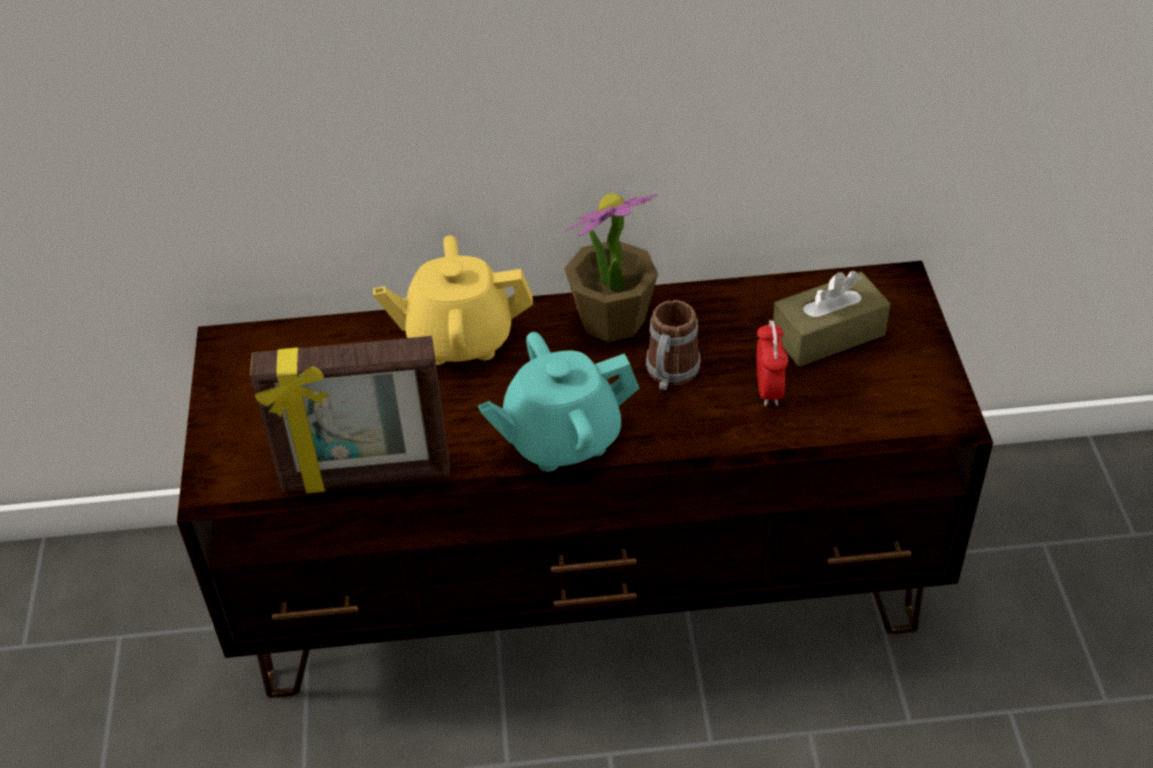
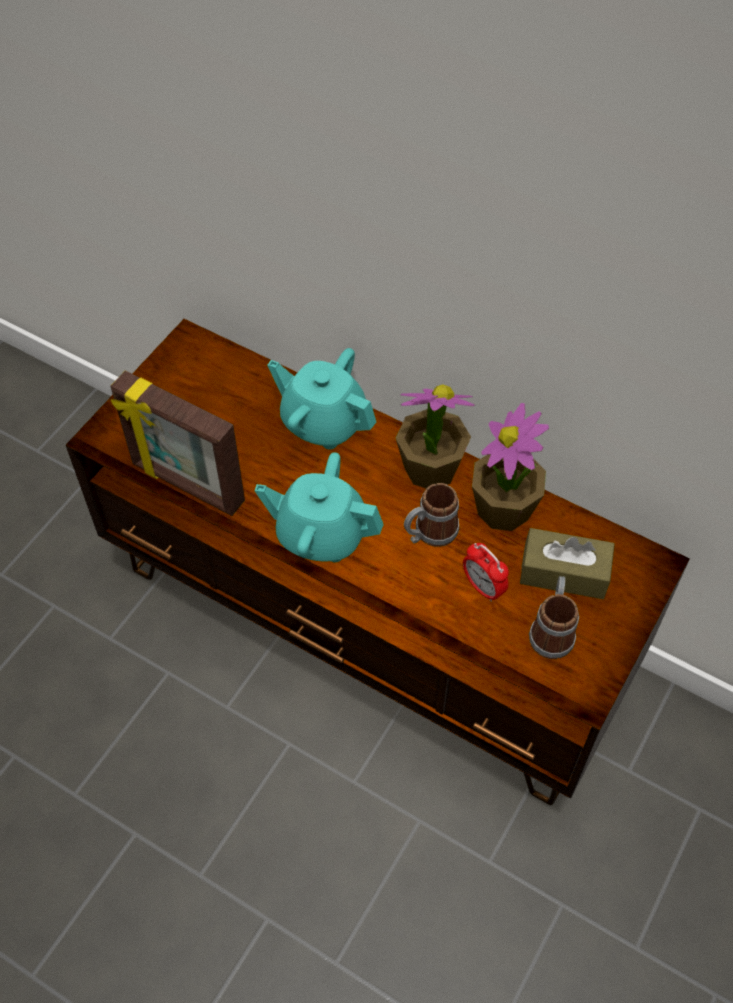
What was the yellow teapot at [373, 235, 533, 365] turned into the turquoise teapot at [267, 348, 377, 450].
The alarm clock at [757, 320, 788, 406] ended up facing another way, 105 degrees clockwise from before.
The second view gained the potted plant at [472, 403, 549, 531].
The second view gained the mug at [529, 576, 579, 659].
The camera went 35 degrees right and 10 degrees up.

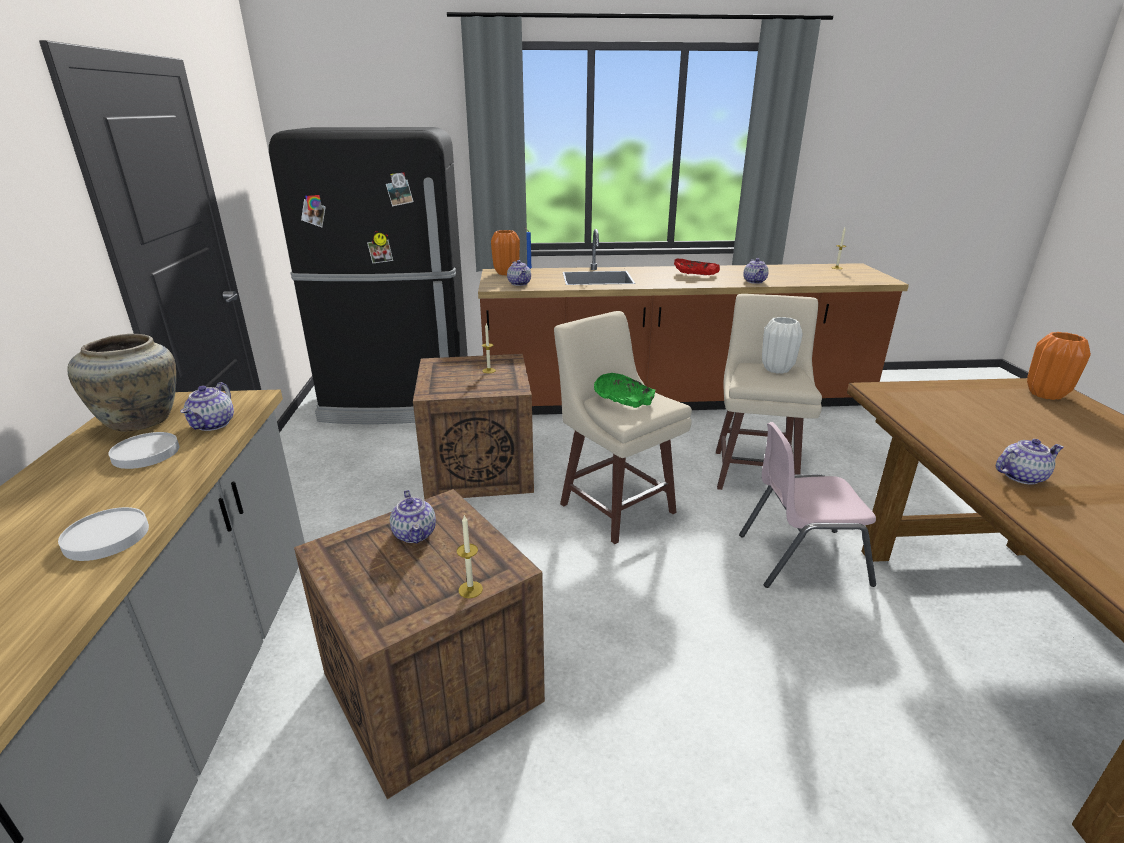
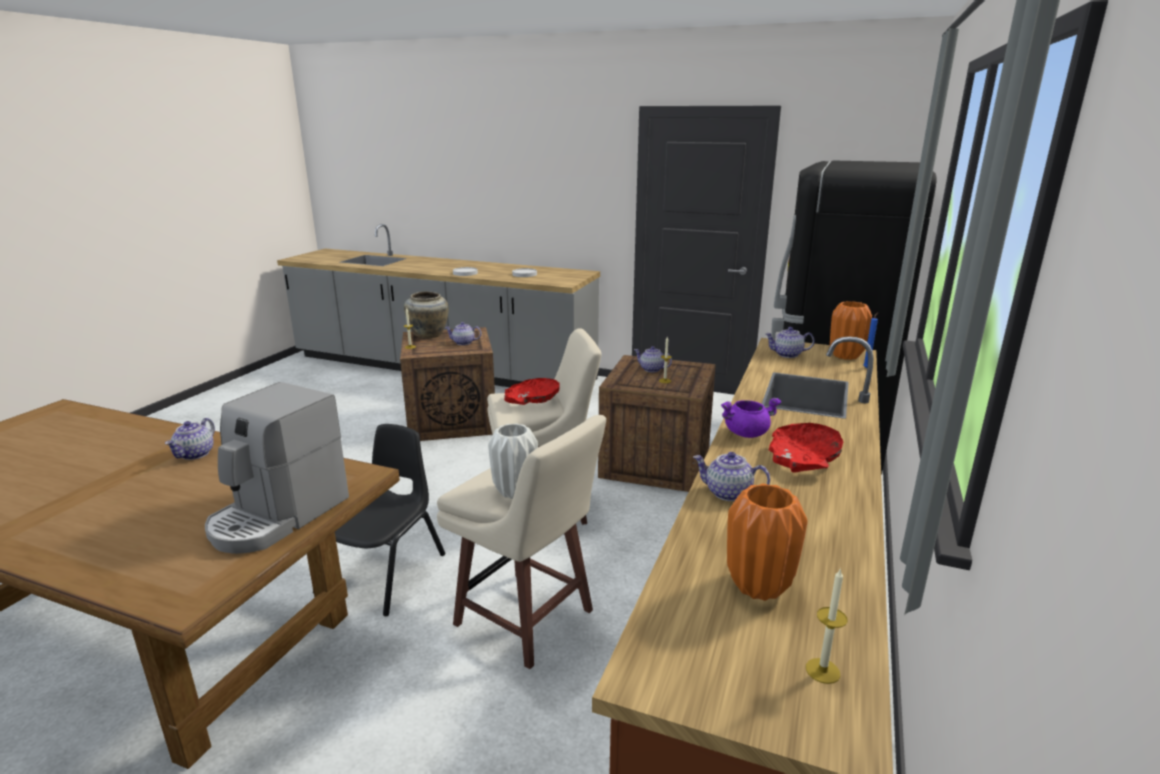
The second view gained the coffee machine at [205, 382, 349, 554].
What was the pink chair at [739, 422, 876, 588] turned into the black chair at [313, 424, 445, 616].
The beige vase ended up elsewhere, having gone from [67, 334, 176, 431] to [404, 291, 449, 339].
What was the green bowl at [594, 373, 655, 408] turned into the red bowl at [504, 378, 560, 405].
The teapot ended up elsewhere, having gone from [181, 382, 234, 431] to [634, 346, 672, 372].
The second view gained the purple cooking pot at [721, 398, 781, 438].
The orange vase ended up elsewhere, having gone from [1027, 332, 1091, 400] to [727, 483, 808, 601].
The camera went 115 degrees right and 5 degrees down.

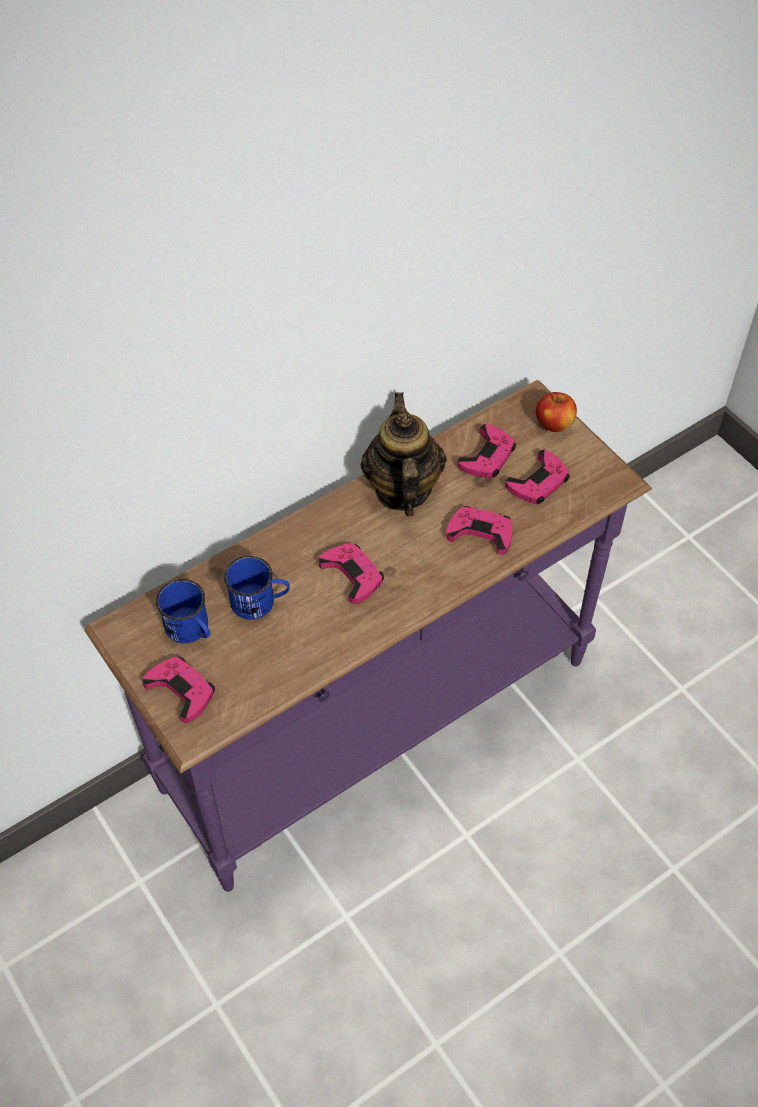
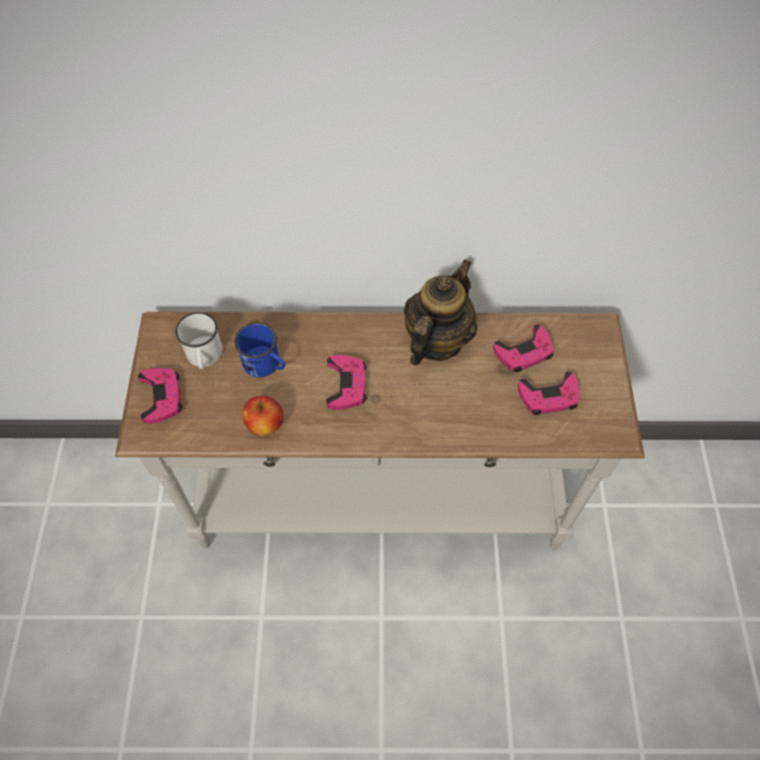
What was the purple console table at [84, 380, 652, 892] turned into the white console table at [115, 312, 645, 550].
What was the blue mug at [156, 579, 210, 643] turned into the white mug at [175, 312, 223, 369].
The apple ended up elsewhere, having gone from [536, 392, 577, 432] to [243, 396, 283, 436].
The second view lost the pink game controller at [446, 506, 512, 555].
The camera went 35 degrees right and 5 degrees up.

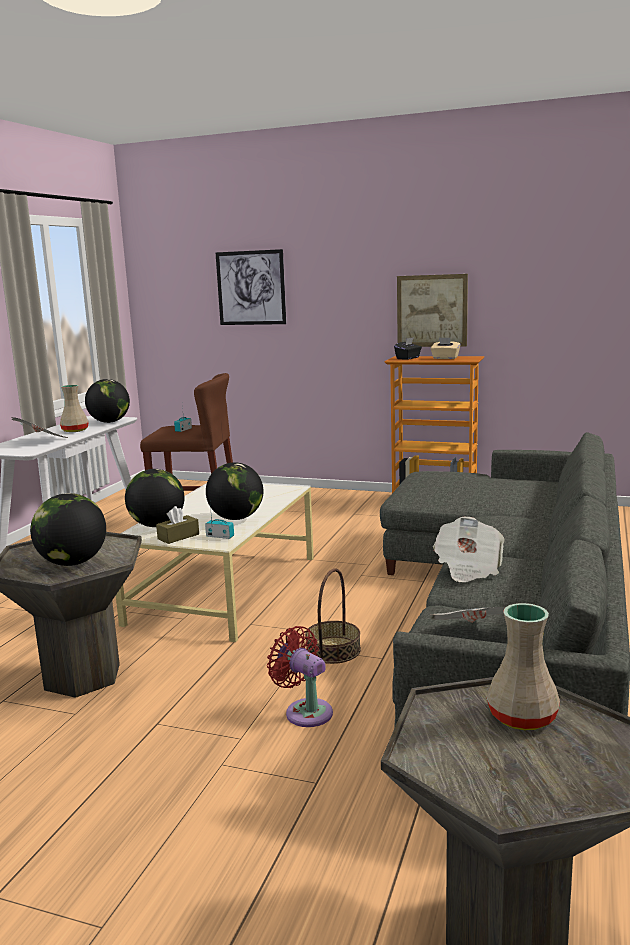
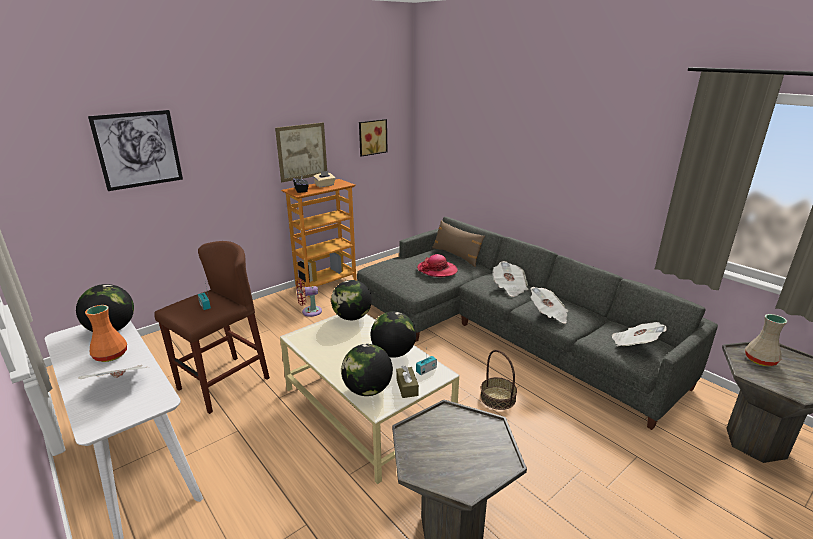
What was the beige vase at [60, 385, 89, 432] turned into the orange vase at [85, 305, 127, 362].
The red fan ended up elsewhere, having gone from [267, 626, 333, 727] to [296, 279, 322, 317].
The globe ended up elsewhere, having gone from [30, 493, 106, 566] to [331, 280, 372, 320].
The second view gained the picture at [359, 119, 388, 157].
The second view gained the hat at [417, 254, 458, 278].
The second view gained the brown pillow at [432, 220, 485, 267].
The second view gained the newspaper at [493, 261, 528, 297].
The camera went 60 degrees left and 10 degrees up.

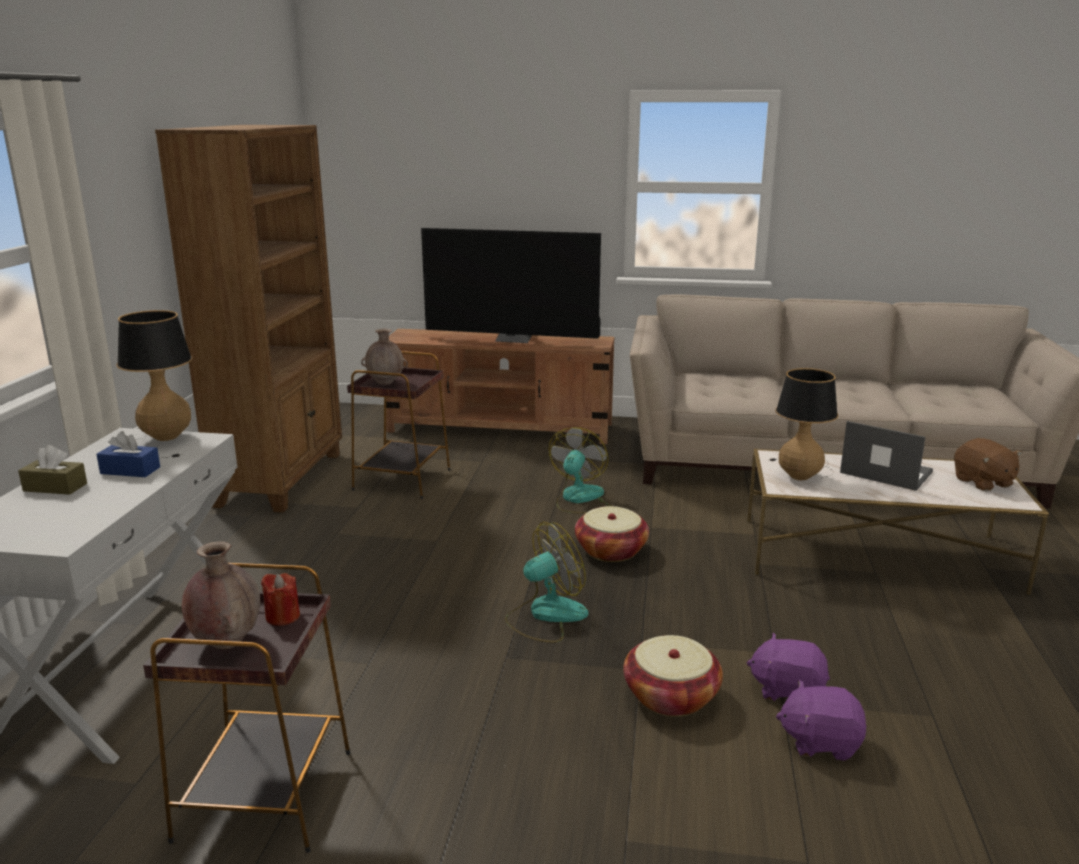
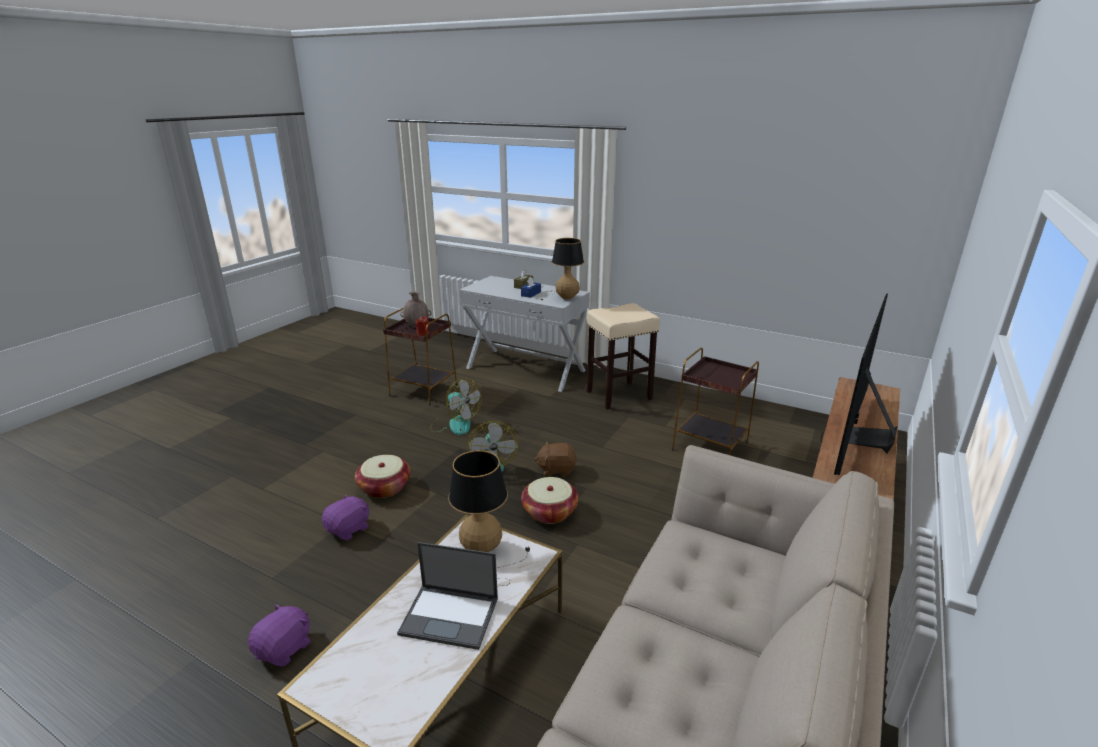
The purple plush toy ended up elsewhere, having gone from [776, 680, 867, 761] to [248, 604, 310, 666].
The laptop at [840, 421, 933, 491] ended up facing another way, 45 degrees clockwise from before.
The fan ended up elsewhere, having gone from [549, 427, 611, 514] to [430, 378, 482, 435].
The brown plush toy ended up elsewhere, having gone from [954, 438, 1022, 491] to [534, 442, 577, 477].
The second view gained the beige stool at [587, 303, 660, 409].
The second view lost the brown bookcase at [155, 125, 342, 513].
The second view lost the brown vase at [361, 329, 408, 385].
The camera went 110 degrees right and 5 degrees up.

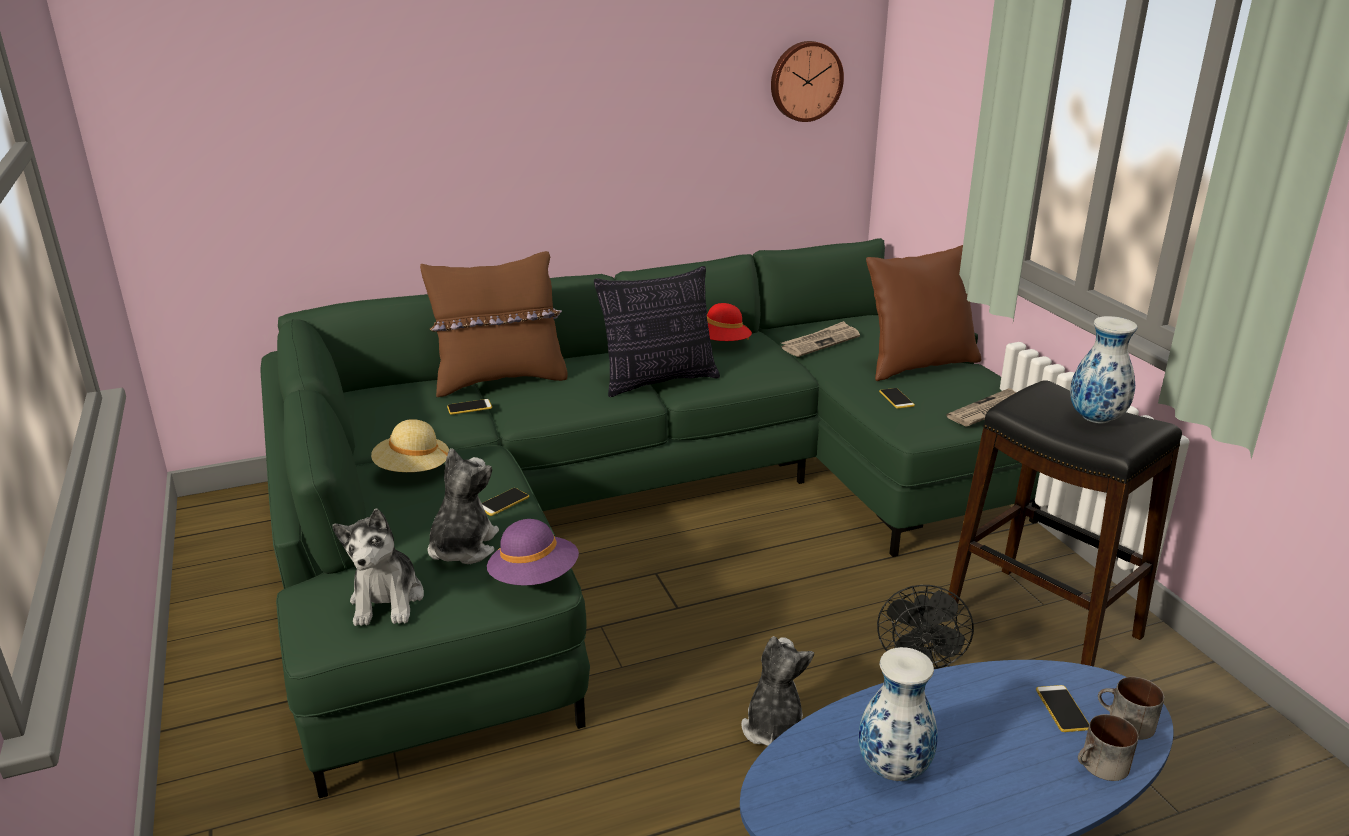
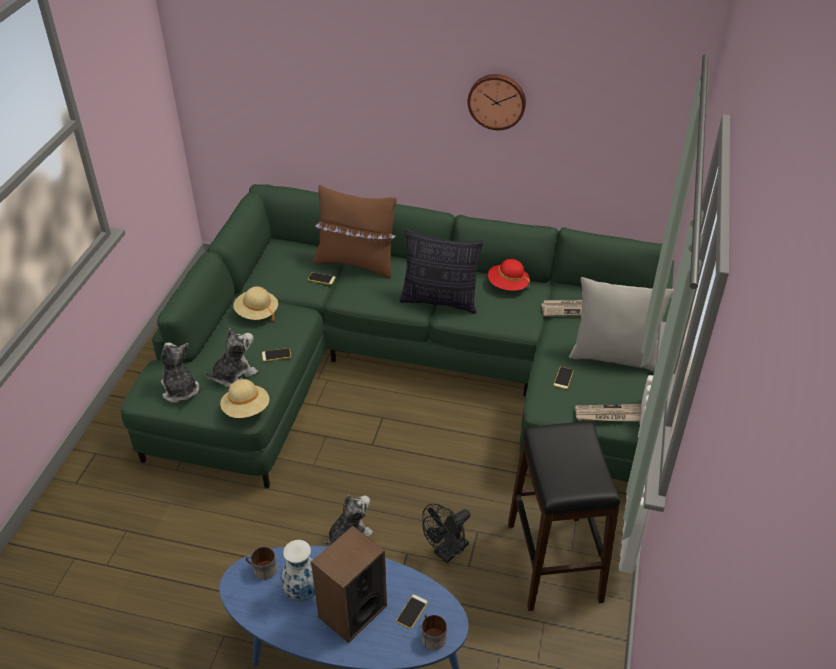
The plush toy at [332, 508, 424, 626] ended up facing another way, 120 degrees clockwise from before.
What was the purple hat at [487, 519, 579, 586] turned into the beige hat at [220, 379, 269, 418].
The mug ended up elsewhere, having gone from [1078, 714, 1139, 781] to [245, 547, 277, 580].
The second view gained the speaker at [311, 526, 387, 643].
The wall clock ended up elsewhere, having gone from [771, 41, 844, 122] to [467, 74, 526, 130].
What was the brown pillow at [866, 245, 981, 381] turned into the grey pillow at [569, 277, 674, 372].
The second view lost the vase at [1070, 316, 1137, 423].
The camera went 35 degrees right and 15 degrees up.

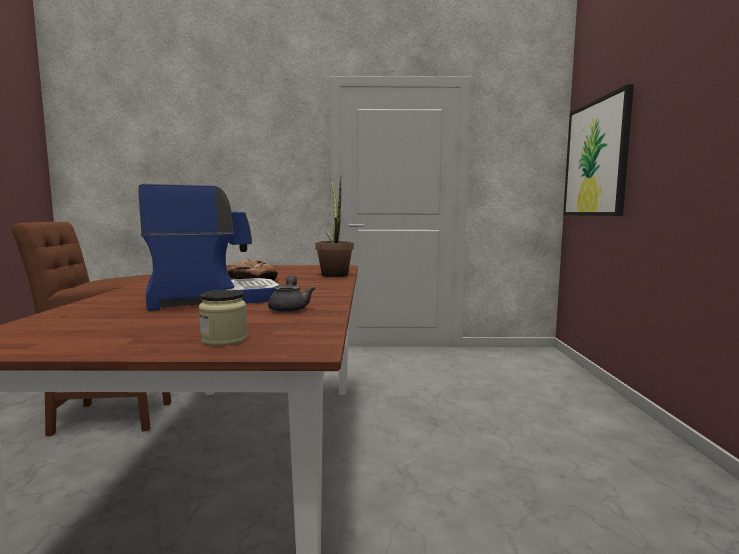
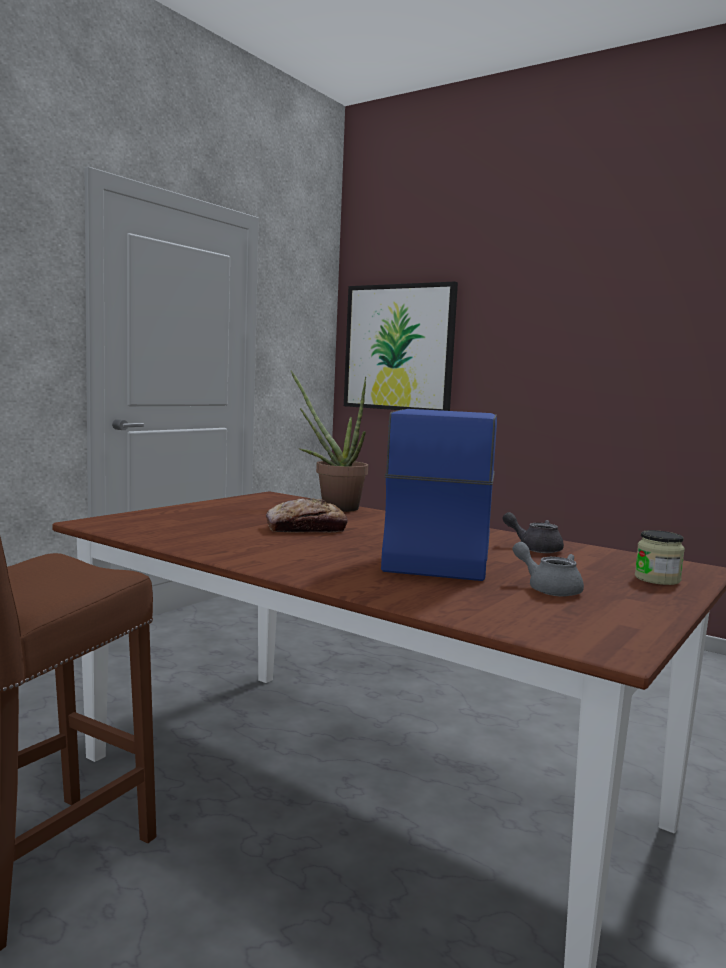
The second view gained the grey teapot at [512, 542, 584, 597].
The camera went 55 degrees left and 0 degrees up.

